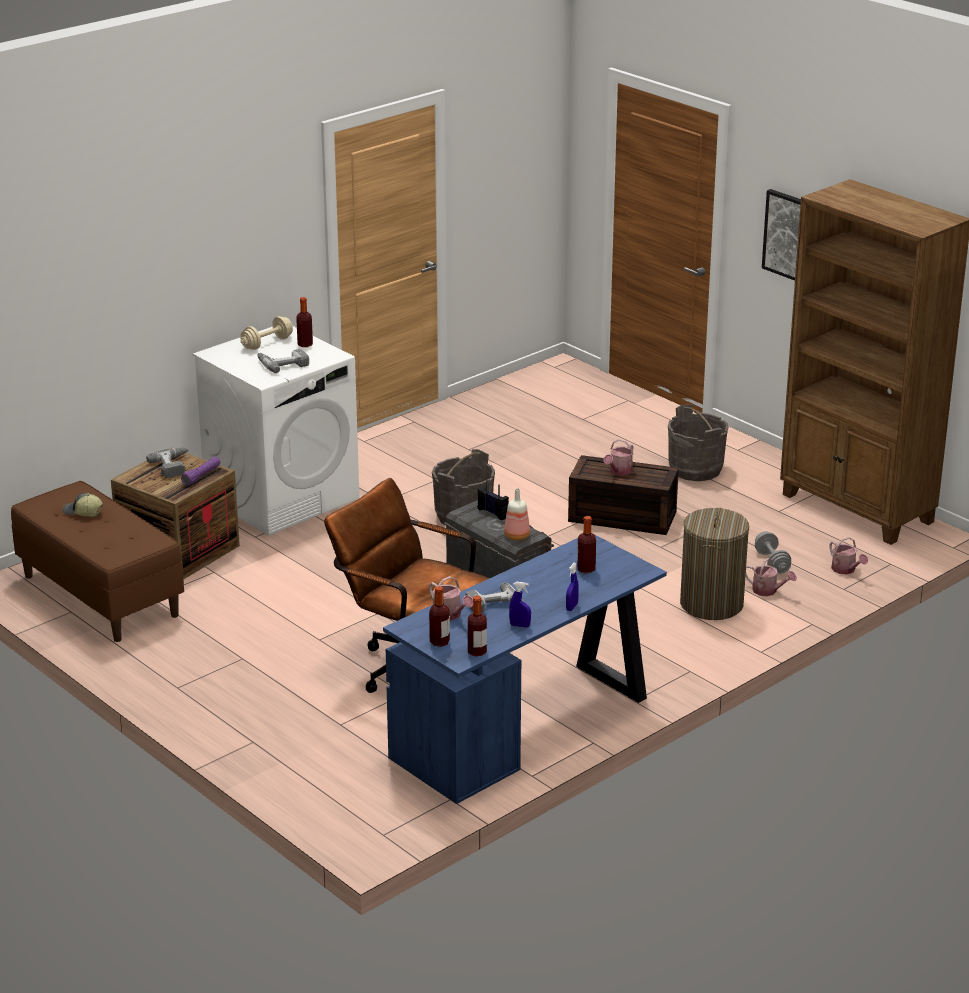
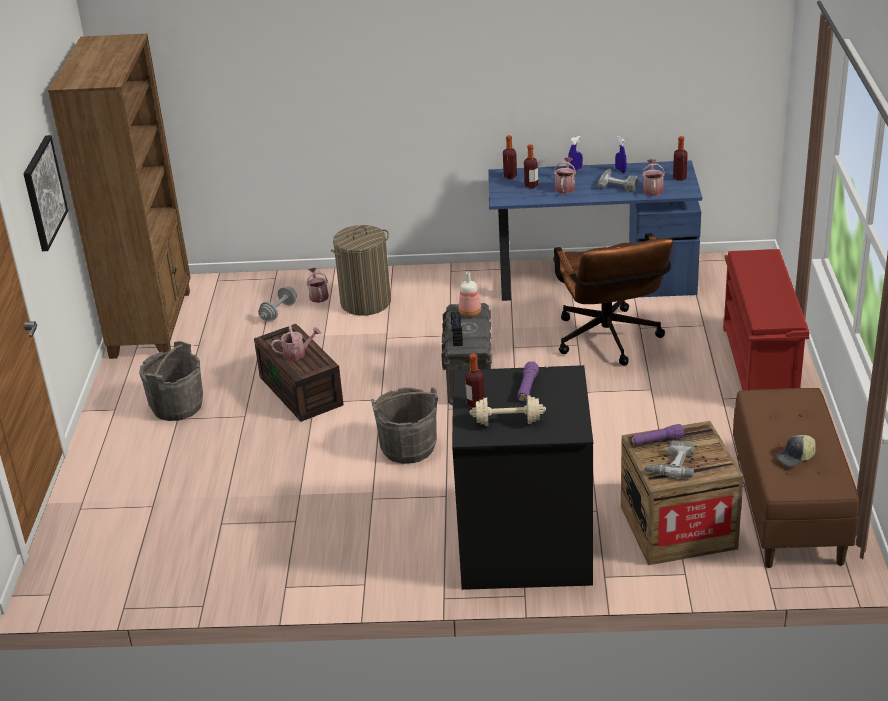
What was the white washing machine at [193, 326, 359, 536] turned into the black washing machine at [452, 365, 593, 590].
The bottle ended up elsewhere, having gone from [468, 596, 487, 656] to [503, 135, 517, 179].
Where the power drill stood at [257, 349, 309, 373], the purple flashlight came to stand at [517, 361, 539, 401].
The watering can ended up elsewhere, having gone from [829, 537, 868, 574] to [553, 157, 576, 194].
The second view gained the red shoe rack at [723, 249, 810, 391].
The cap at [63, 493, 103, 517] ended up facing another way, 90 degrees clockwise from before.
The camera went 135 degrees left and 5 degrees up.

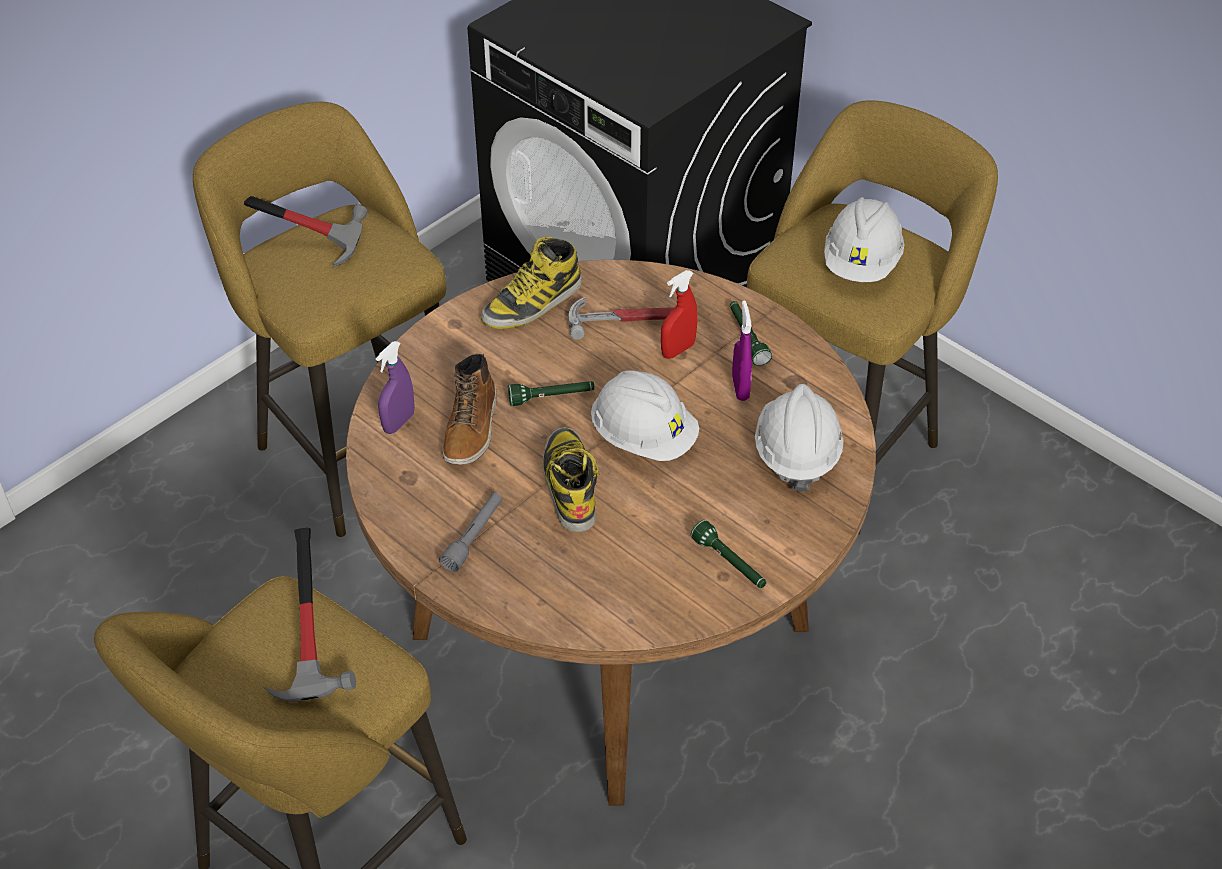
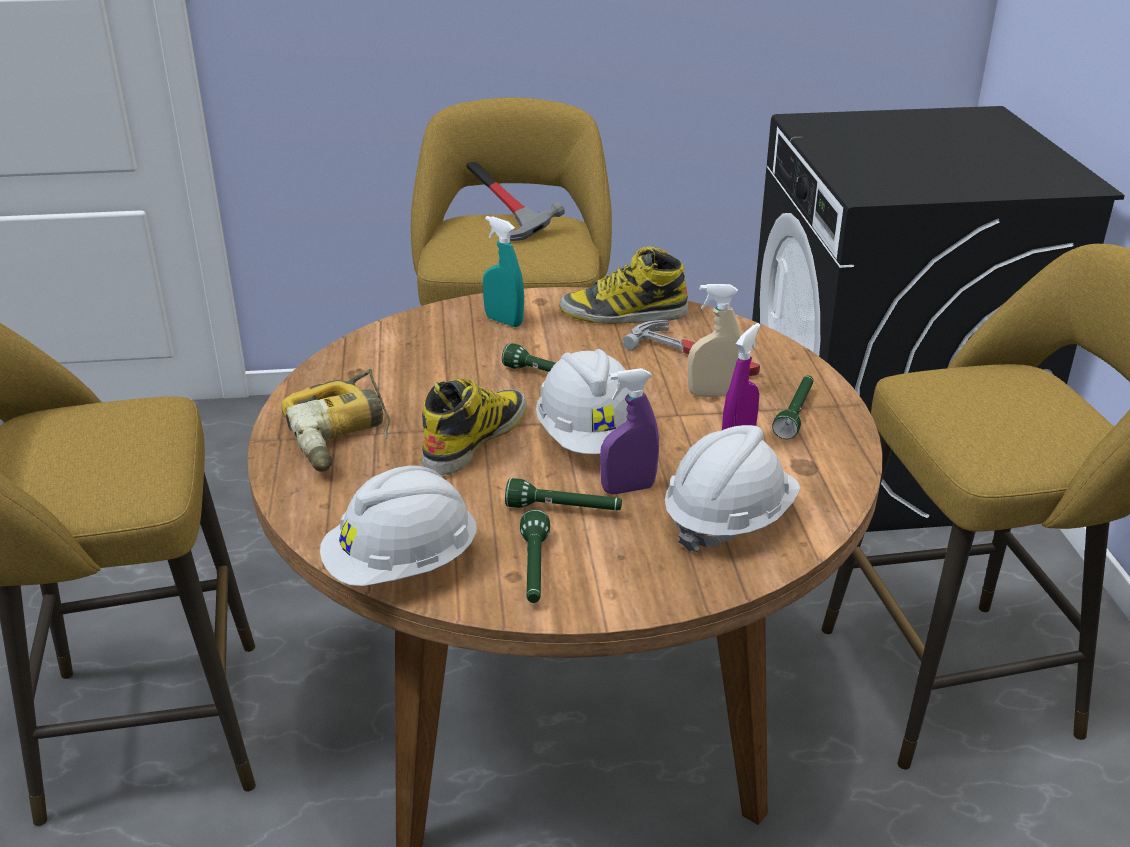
Where the grey flashlight stood at [439, 493, 502, 572], the power drill came to stand at [281, 369, 390, 472].
The white hard hat ended up elsewhere, having gone from [824, 197, 904, 282] to [320, 466, 476, 586].
The second view gained the turquoise spray bottle at [483, 216, 524, 327].
The second view gained the green flashlight at [505, 478, 622, 510].
The purple spray bottle ended up elsewhere, having gone from [376, 341, 415, 434] to [600, 368, 659, 494].
What was the red spray bottle at [661, 270, 698, 359] turned into the beige spray bottle at [688, 284, 741, 397].
The second view lost the hammer at [263, 527, 356, 702].
The second view lost the boot at [443, 353, 497, 465].
The camera went 40 degrees right and 15 degrees down.

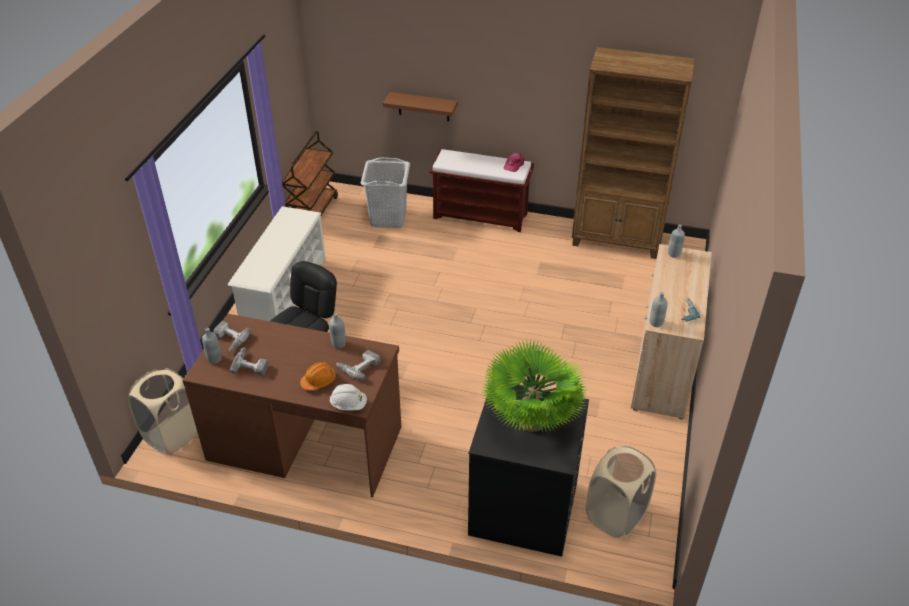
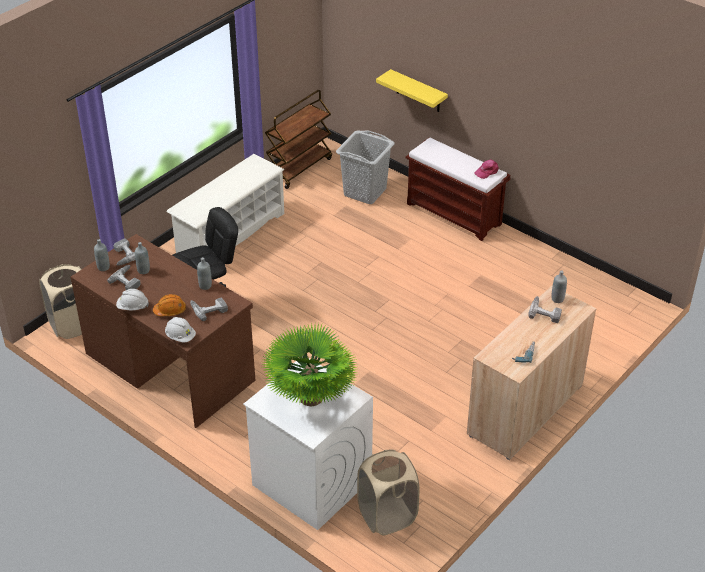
The second view gained the white hard hat at [116, 289, 149, 311].
The grey bottle ended up elsewhere, having gone from [650, 292, 667, 327] to [135, 242, 150, 274].
What was the black washing machine at [468, 387, 589, 557] turned into the white washing machine at [243, 357, 373, 530].
What was the brown shelf at [383, 92, 458, 121] turned into the yellow shelf at [376, 69, 448, 112].
The second view gained the power drill at [528, 296, 562, 323].
The second view lost the brown bookcase at [572, 47, 695, 259].
The camera went 25 degrees right and 0 degrees up.

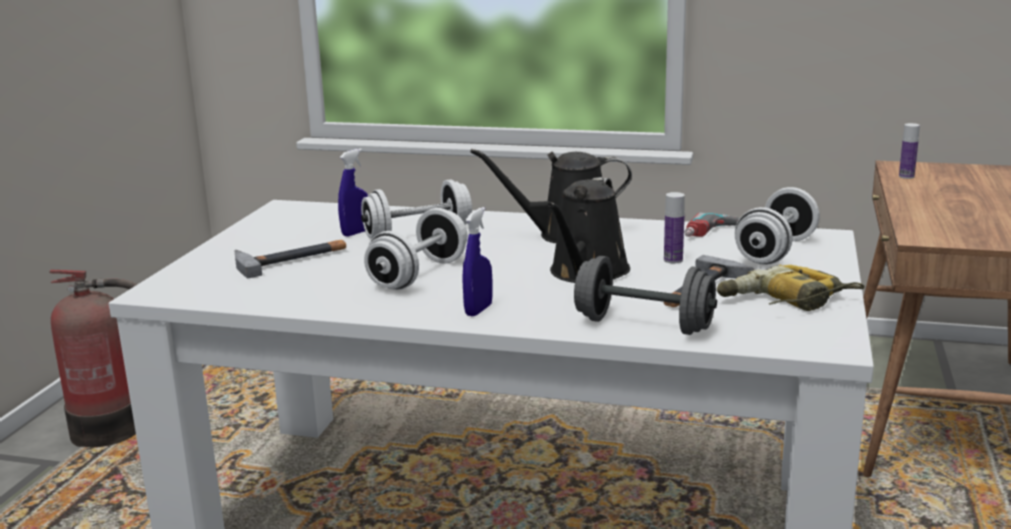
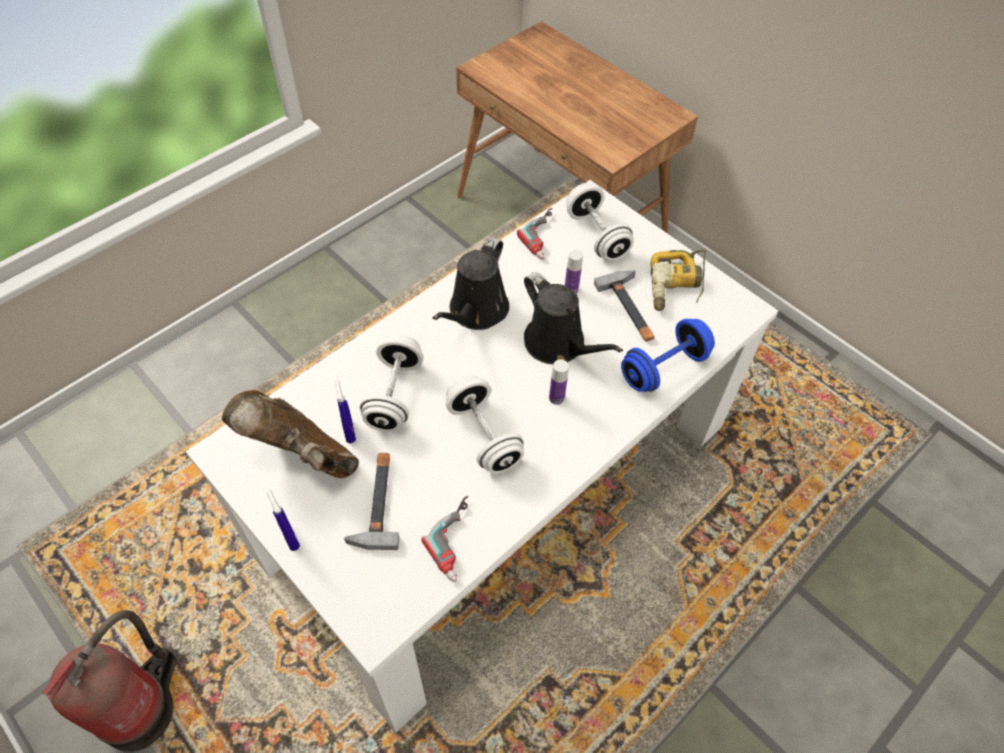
The second view gained the brown boot at [222, 390, 359, 478].
The blue spray bottle ended up elsewhere, having gone from [462, 207, 492, 316] to [265, 487, 300, 551].
The second view gained the power drill at [421, 496, 468, 582].
The bottle ended up elsewhere, having gone from [899, 123, 920, 179] to [549, 359, 569, 405].
What was the grey dumbbell at [574, 256, 717, 335] turned into the blue dumbbell at [621, 319, 715, 392].
The camera went 60 degrees left and 35 degrees up.

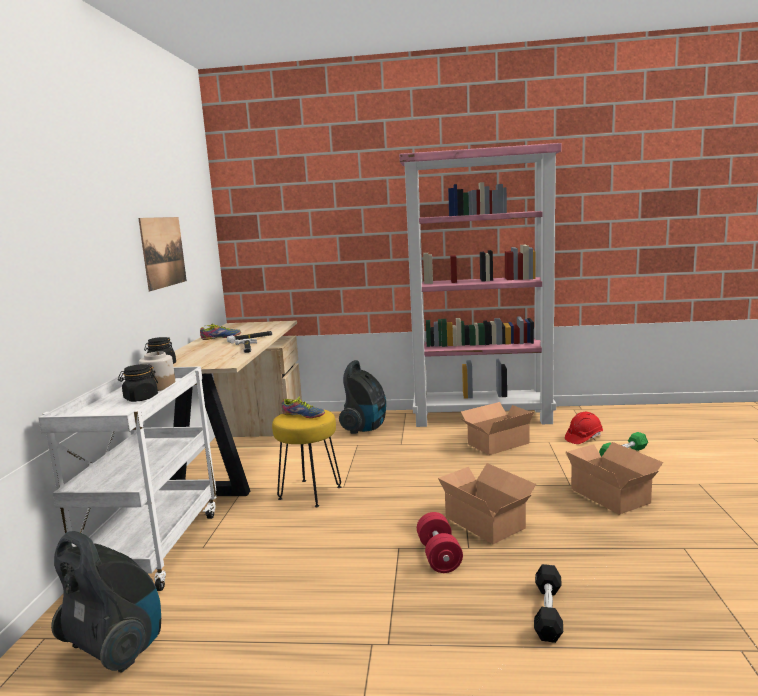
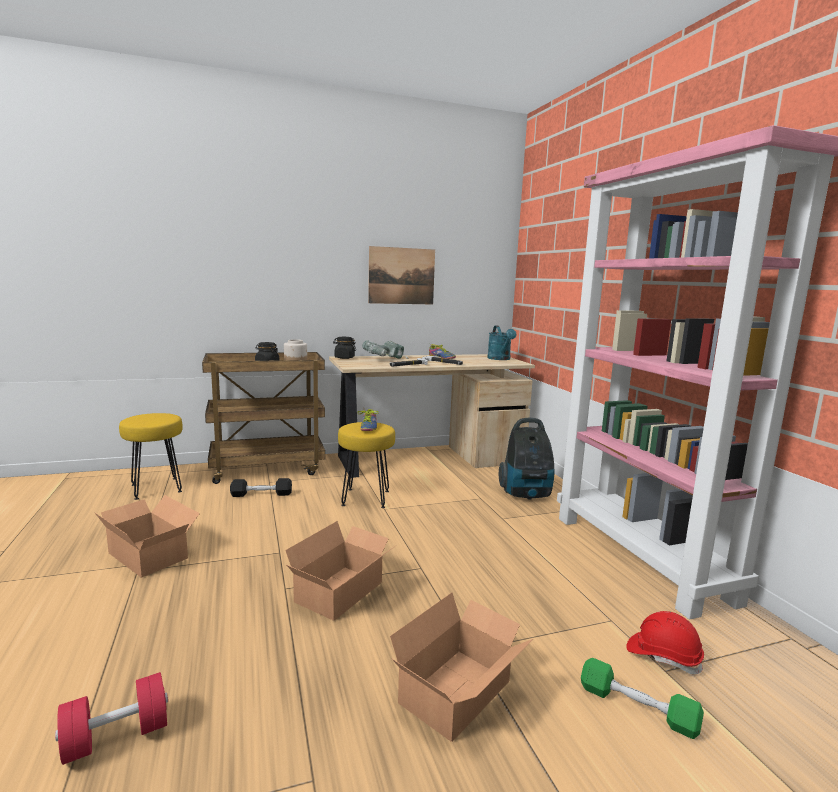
The red dumbbell ended up elsewhere, having gone from [417, 512, 463, 573] to [55, 672, 168, 765].
The cardboard box ended up elsewhere, having gone from [461, 402, 534, 455] to [94, 495, 200, 578].
Where the vacuum cleaner stood at [51, 531, 161, 673], the yellow stool came to stand at [119, 413, 183, 500].
What was the white cart at [38, 366, 216, 591] turned into the brown cart at [202, 352, 325, 484].
The black dumbbell ended up elsewhere, having gone from [534, 564, 563, 643] to [230, 478, 292, 497].
The second view gained the power drill at [362, 340, 408, 359].
The second view gained the turquoise watering can at [487, 326, 517, 360].
The camera went 65 degrees right and 0 degrees up.

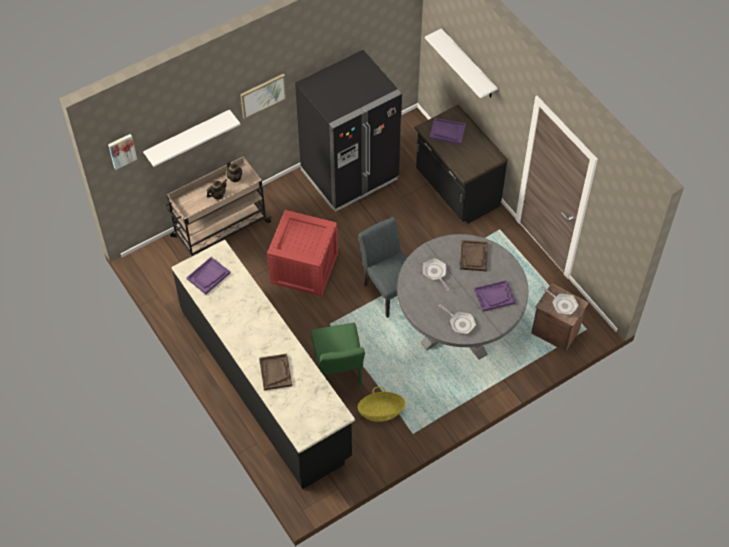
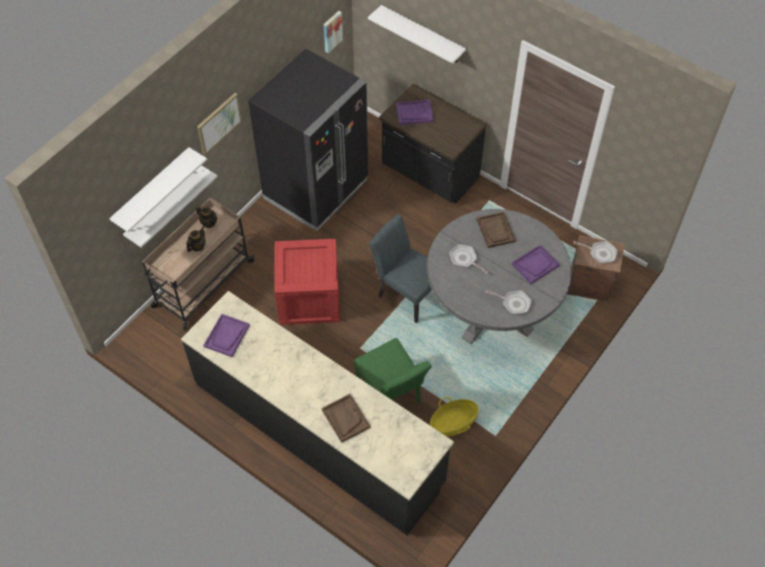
The second view gained the white shelf at [123, 165, 217, 248].
The picture ended up elsewhere, having gone from [108, 134, 137, 170] to [324, 11, 343, 53].
The camera went 20 degrees left and 0 degrees up.

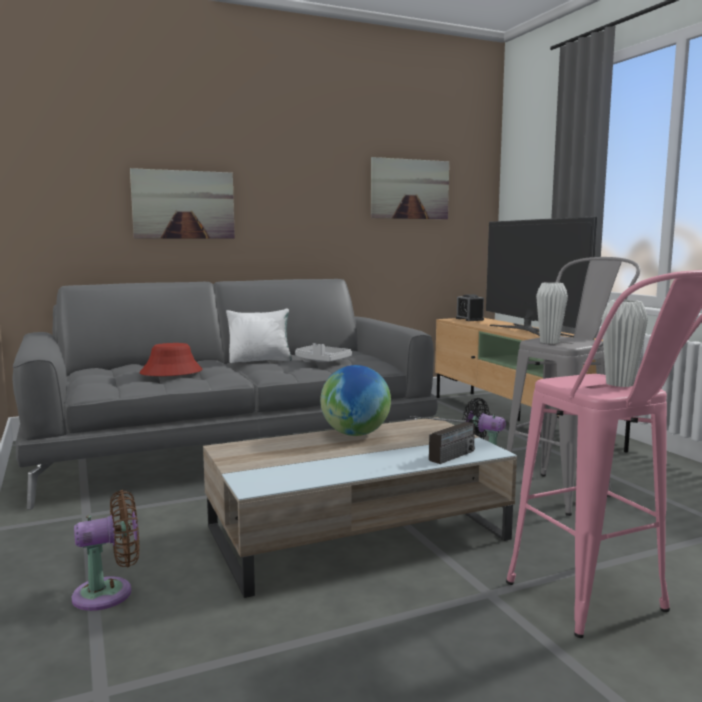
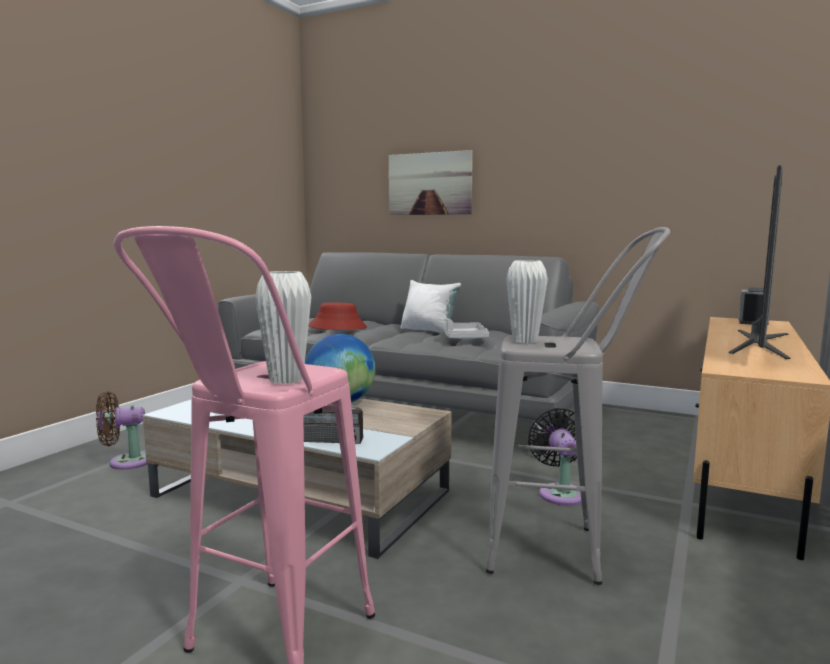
The brown fan at [72, 490, 139, 611] ended up facing another way, 135 degrees clockwise from before.
The second view lost the picture at [371, 157, 449, 219].
The camera went 50 degrees right and 0 degrees up.

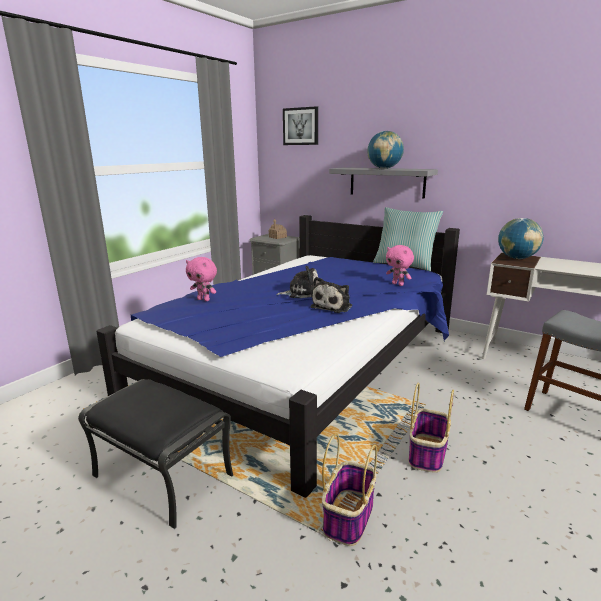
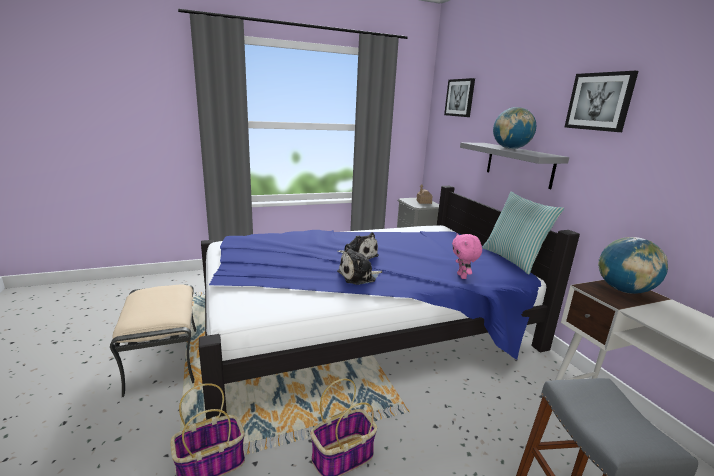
What was the black ottoman at [78, 379, 233, 529] turned into the beige ottoman at [110, 284, 196, 397].
The second view gained the picture at [565, 71, 639, 132].
The second view lost the pink plush toy at [186, 257, 217, 301].
The camera went 35 degrees right and 0 degrees up.

